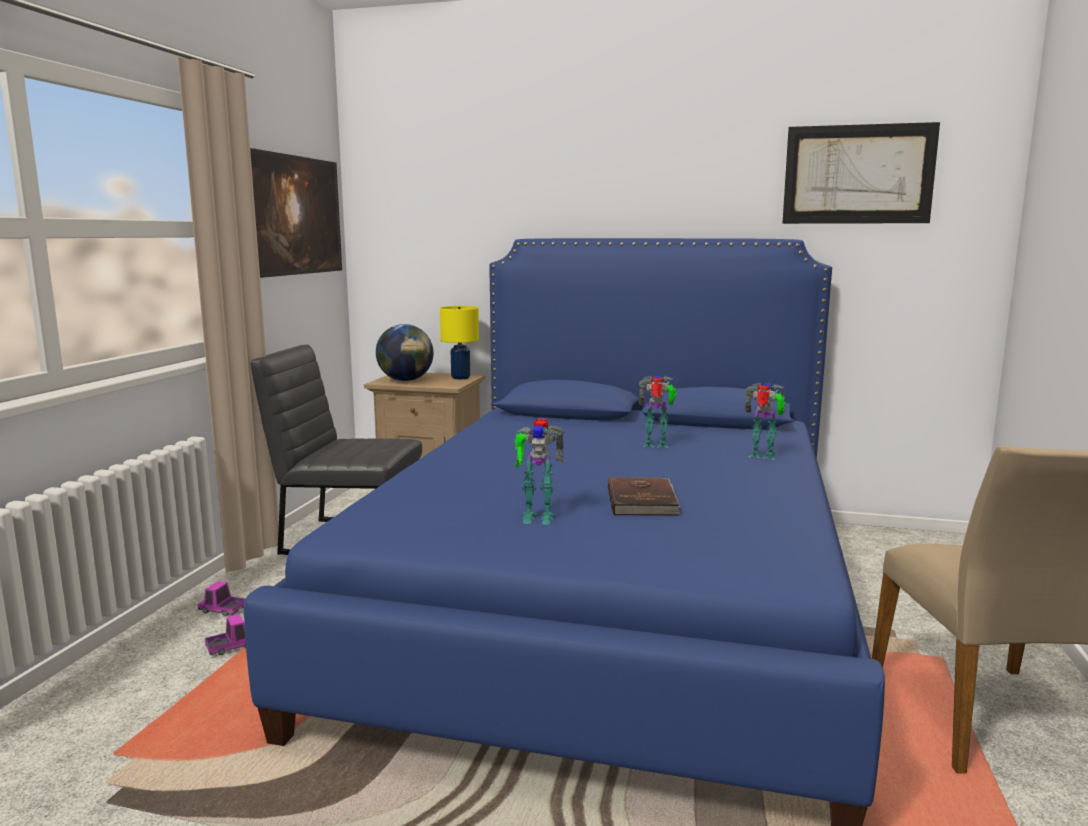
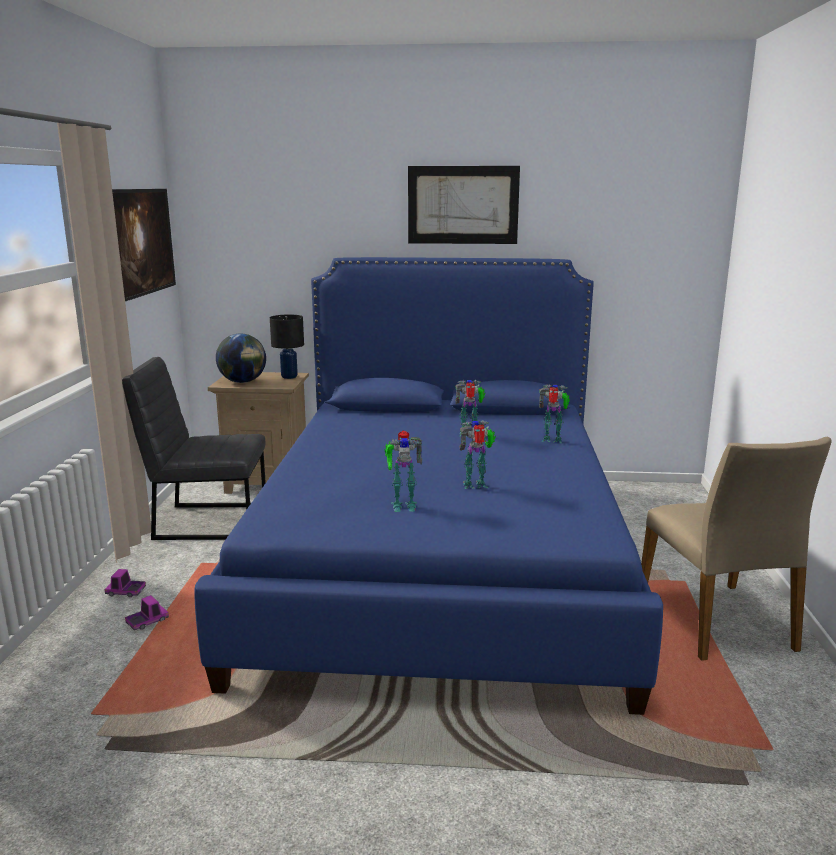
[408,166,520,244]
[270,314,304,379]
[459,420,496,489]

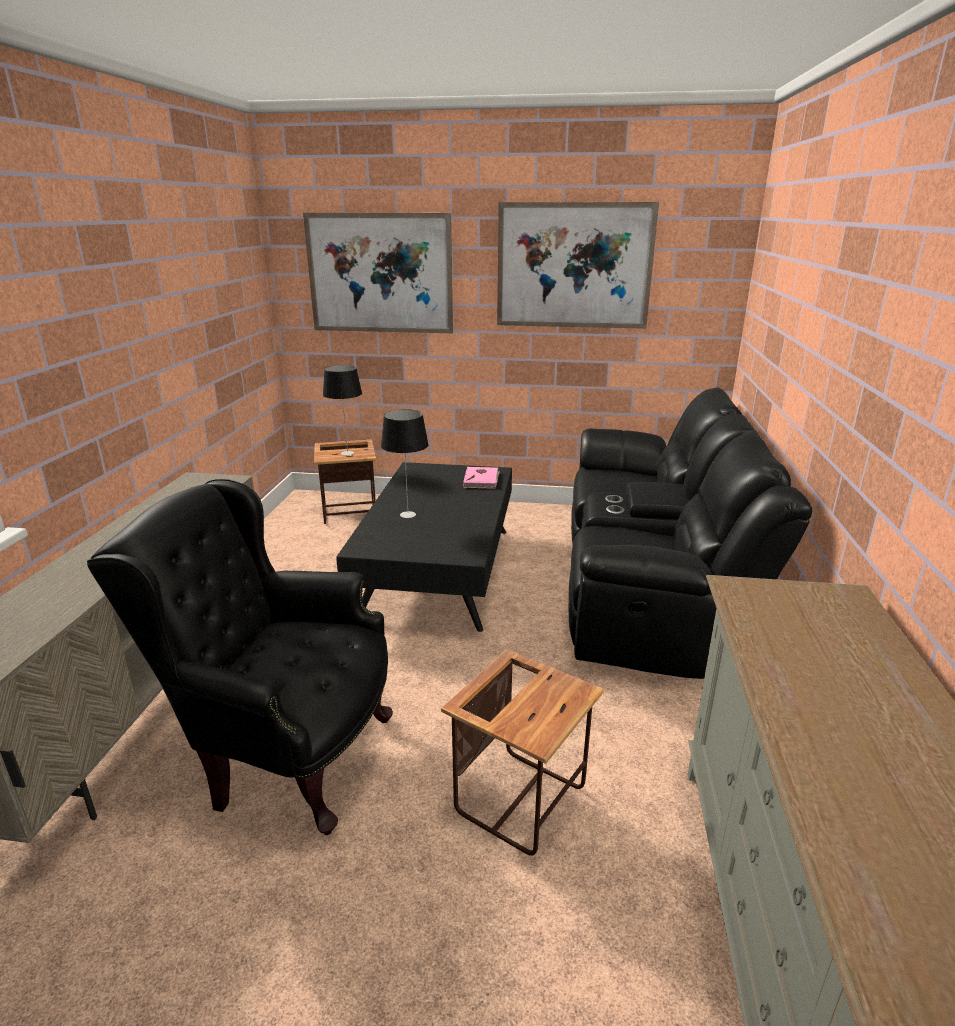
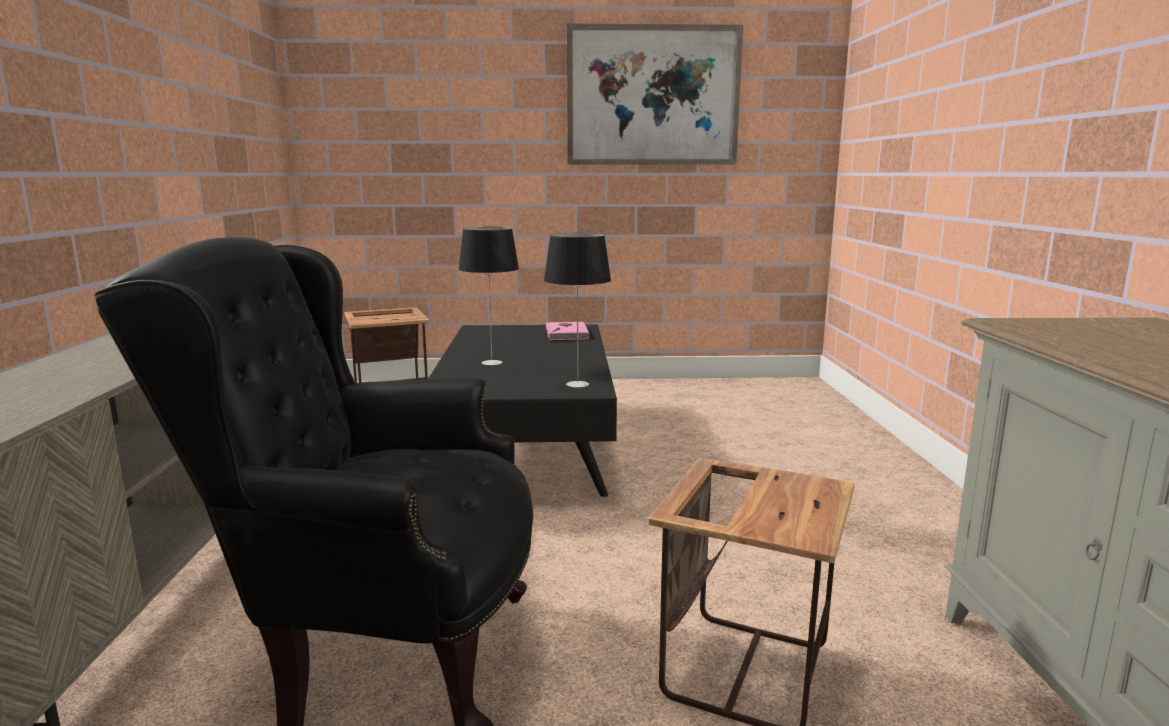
[303,213,453,333] (first image)
[544,233,611,388]
[568,388,812,679] (first image)

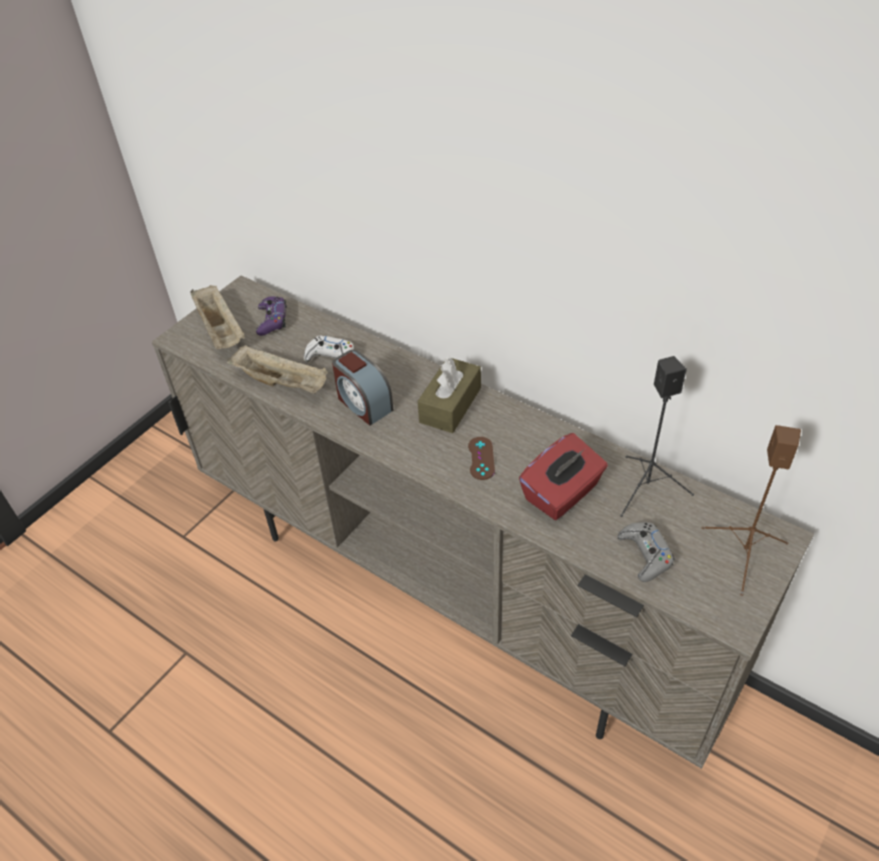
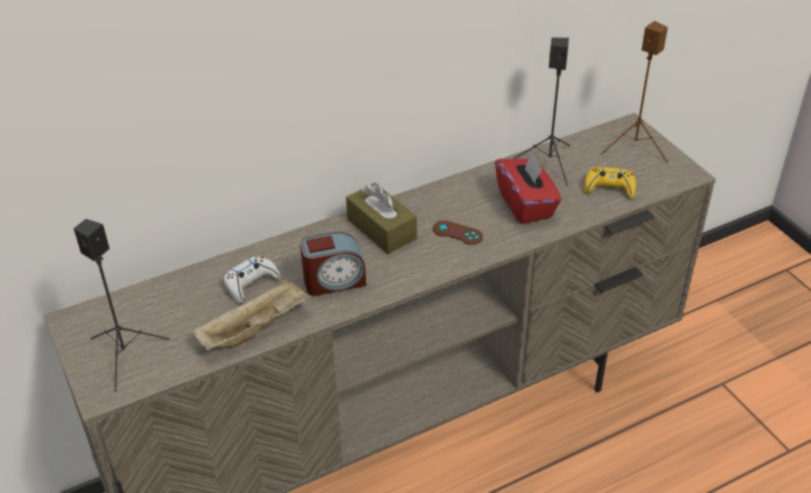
[74,219,170,392]
[256,296,287,336] (first image)
[584,167,636,199]

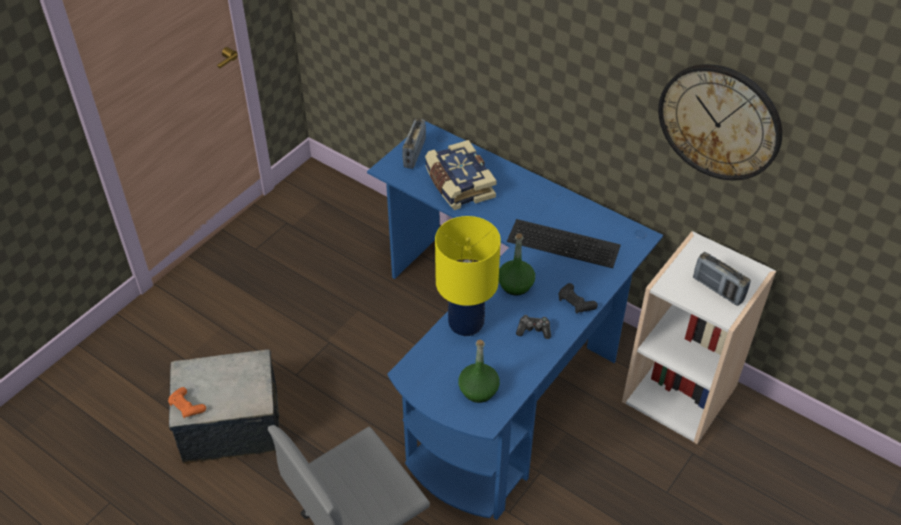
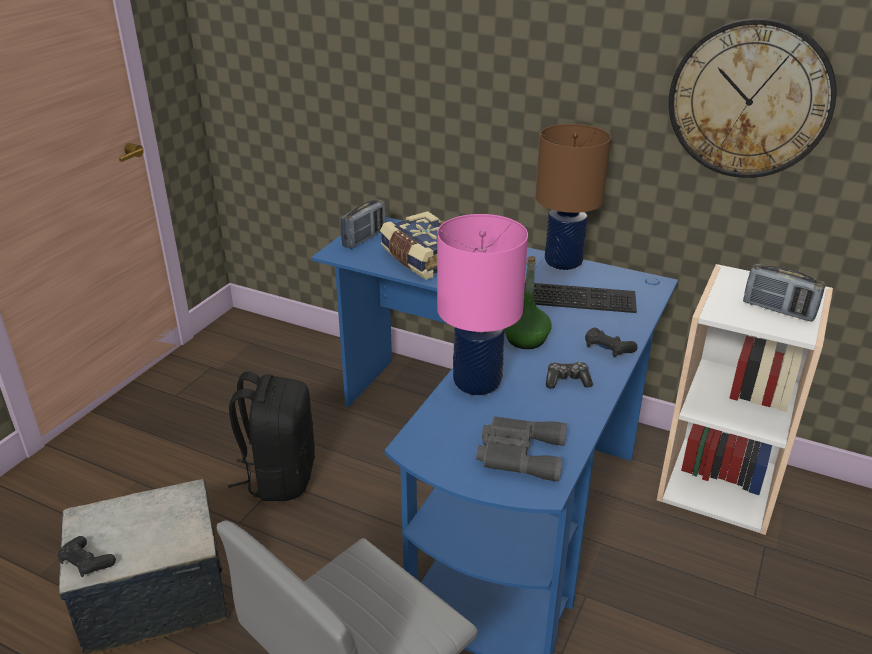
[340,199,386,249]
[437,214,528,395]
[476,416,567,482]
[58,536,116,577]
[536,124,611,270]
[228,371,315,501]

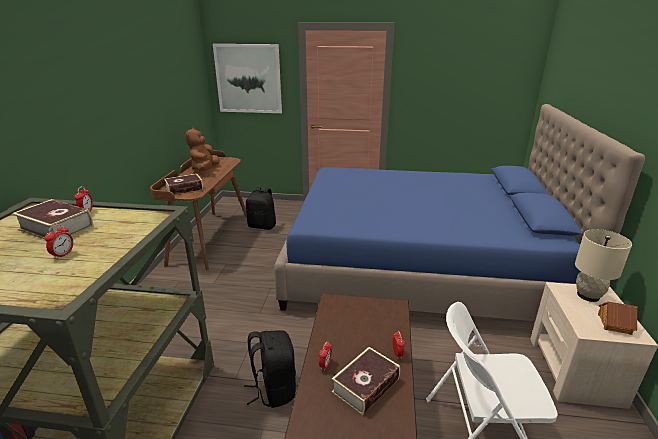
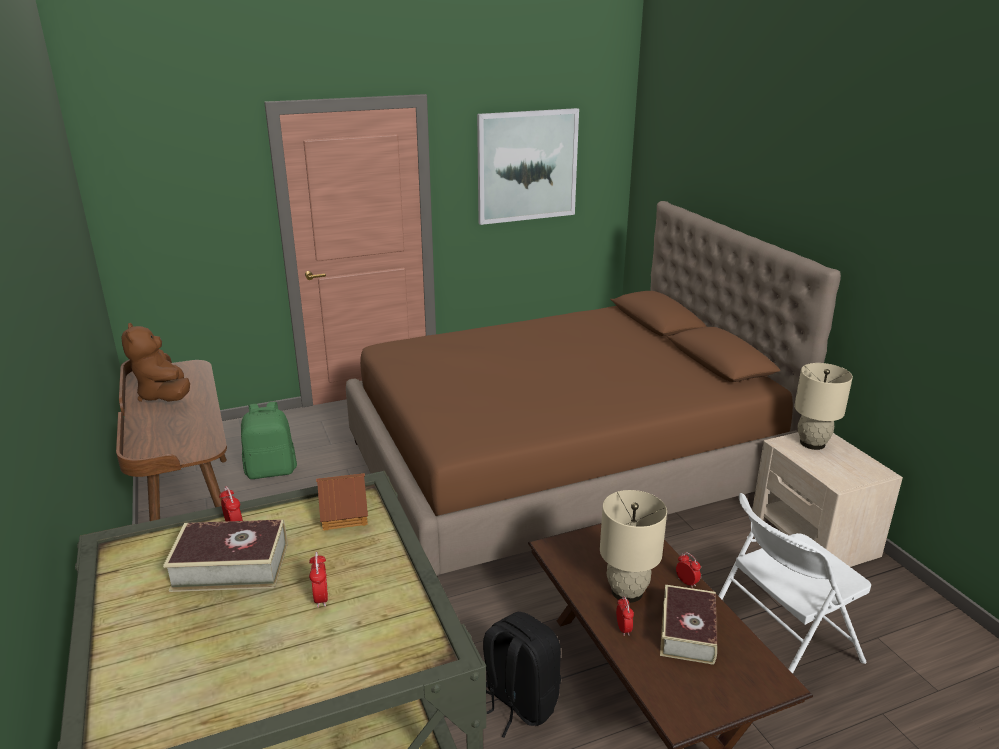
[477,108,579,225]
[346,201,841,577]
[164,174,203,195] (first image)
[241,402,297,479]
[316,473,368,530]
[600,490,667,603]

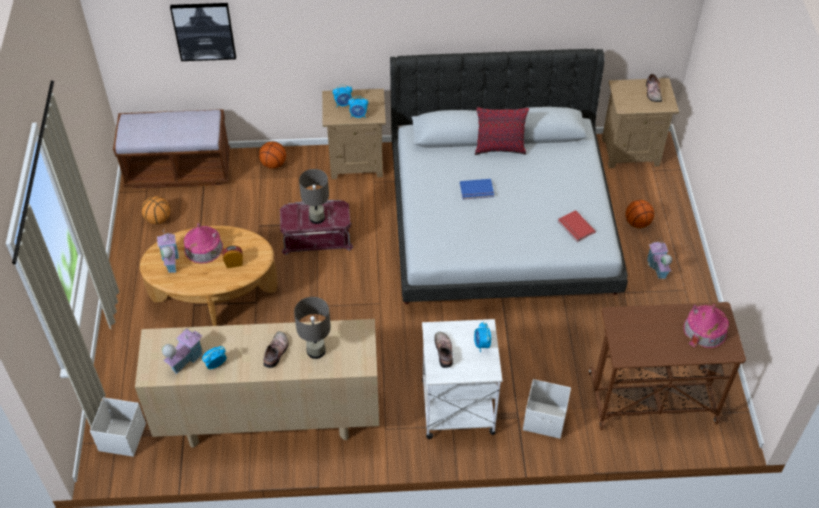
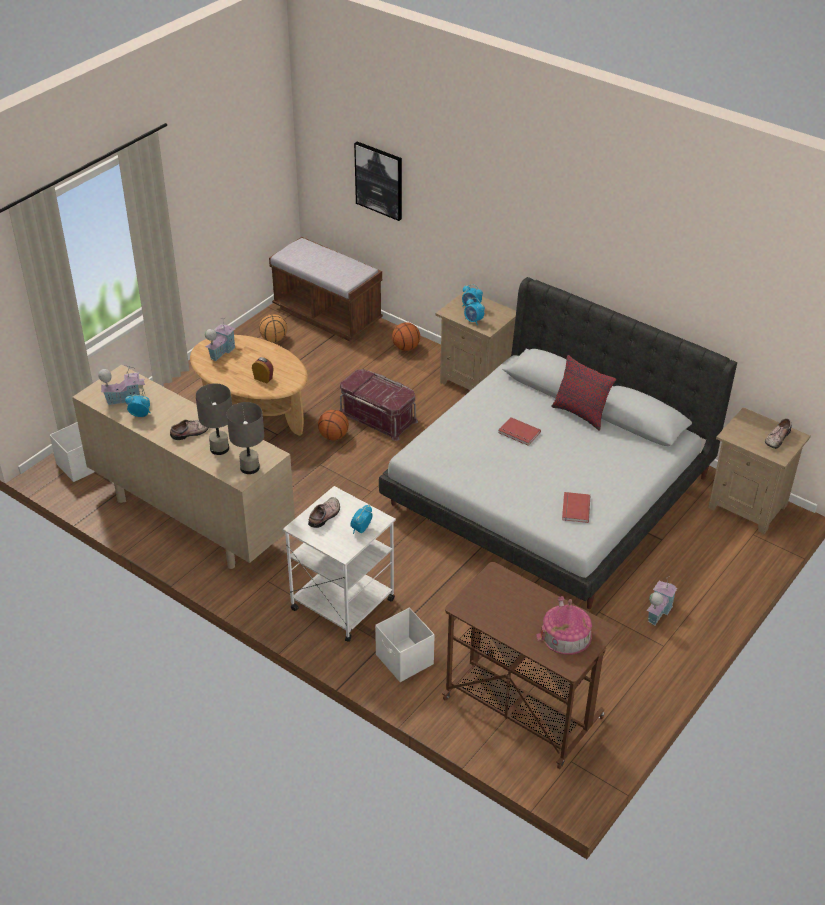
[227,402,264,474]
[498,417,541,446]
[318,410,349,440]
[184,223,223,264] (first image)

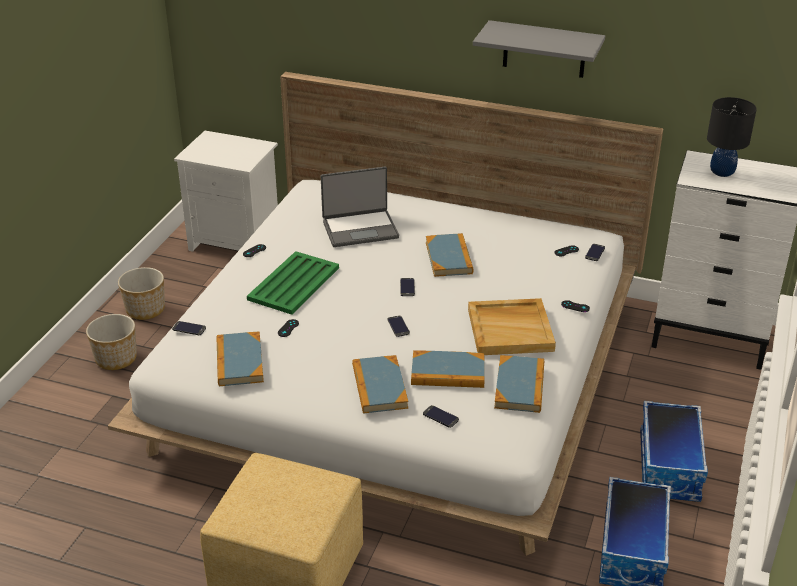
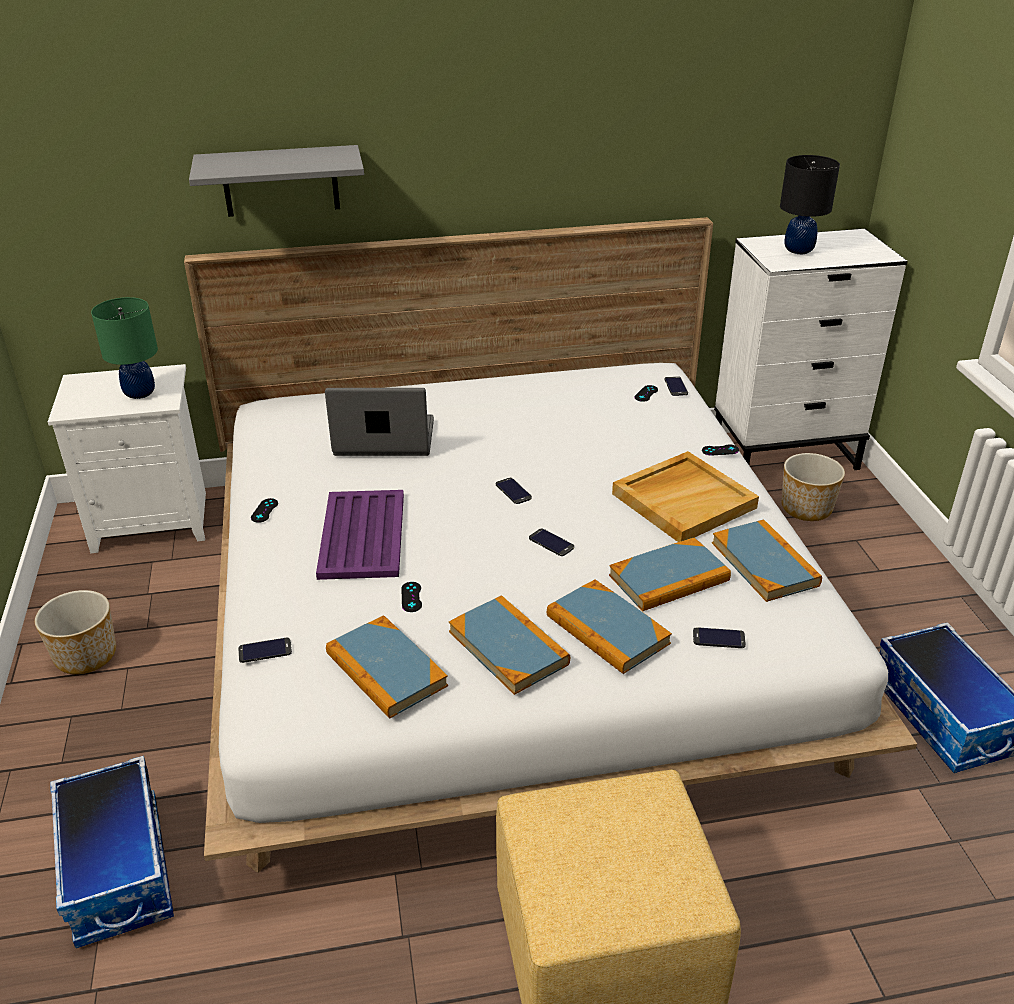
[189,145,364,217]
[325,388,434,456]
[449,595,570,695]
[316,490,404,580]
[782,453,845,521]
[50,756,174,948]
[91,297,158,399]

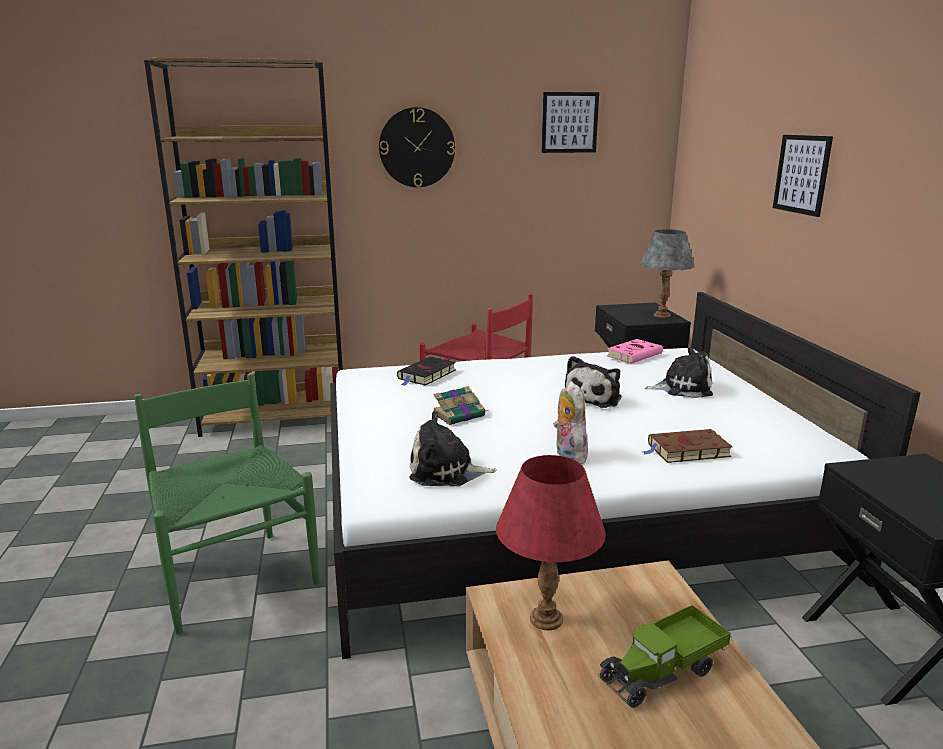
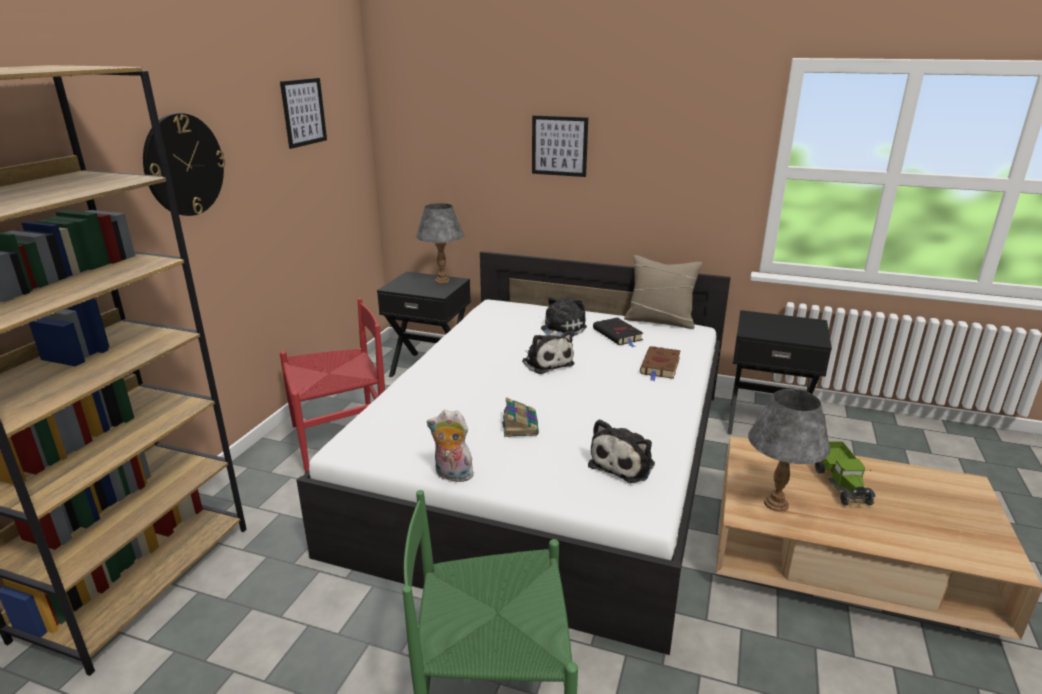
[607,339,663,364] (first image)
[593,317,644,347]
[427,410,478,482]
[748,389,830,512]
[624,255,702,329]

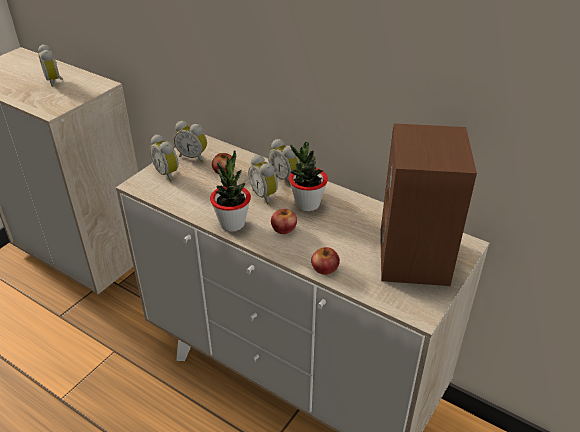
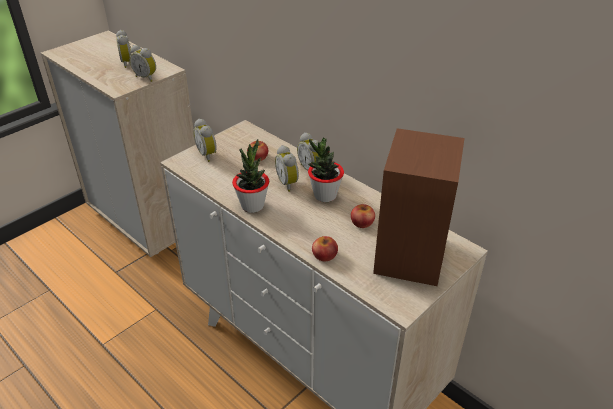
[130,45,156,82]
[351,204,375,228]

